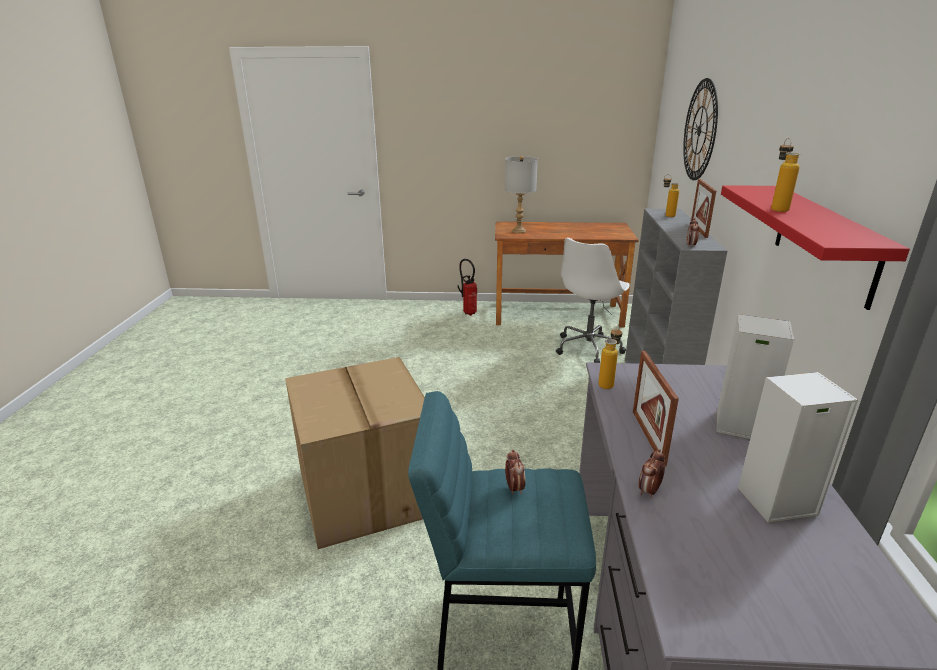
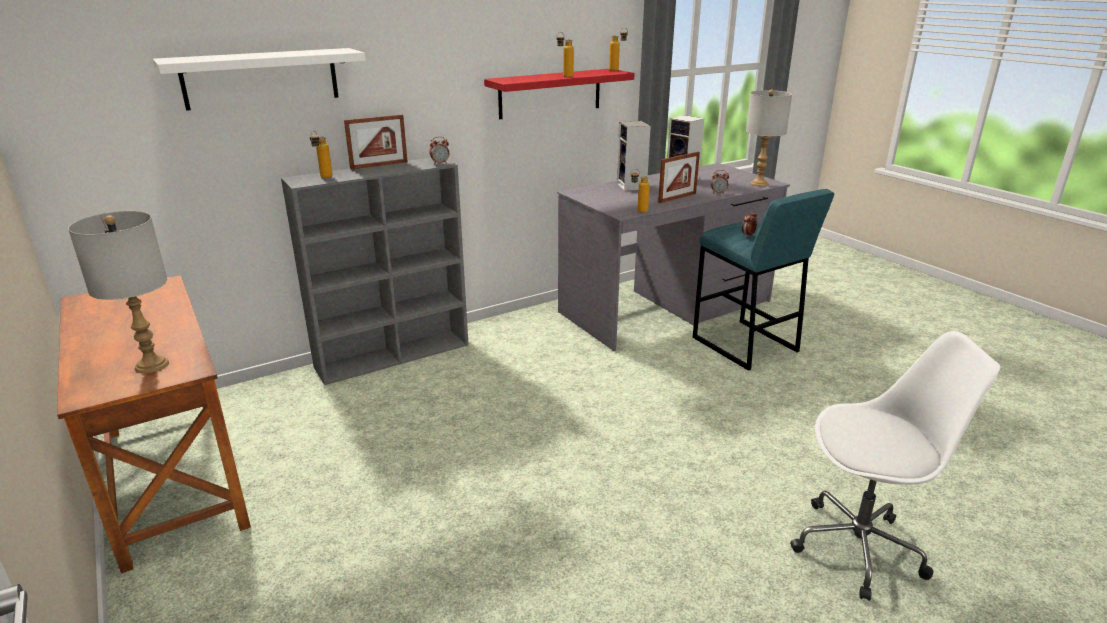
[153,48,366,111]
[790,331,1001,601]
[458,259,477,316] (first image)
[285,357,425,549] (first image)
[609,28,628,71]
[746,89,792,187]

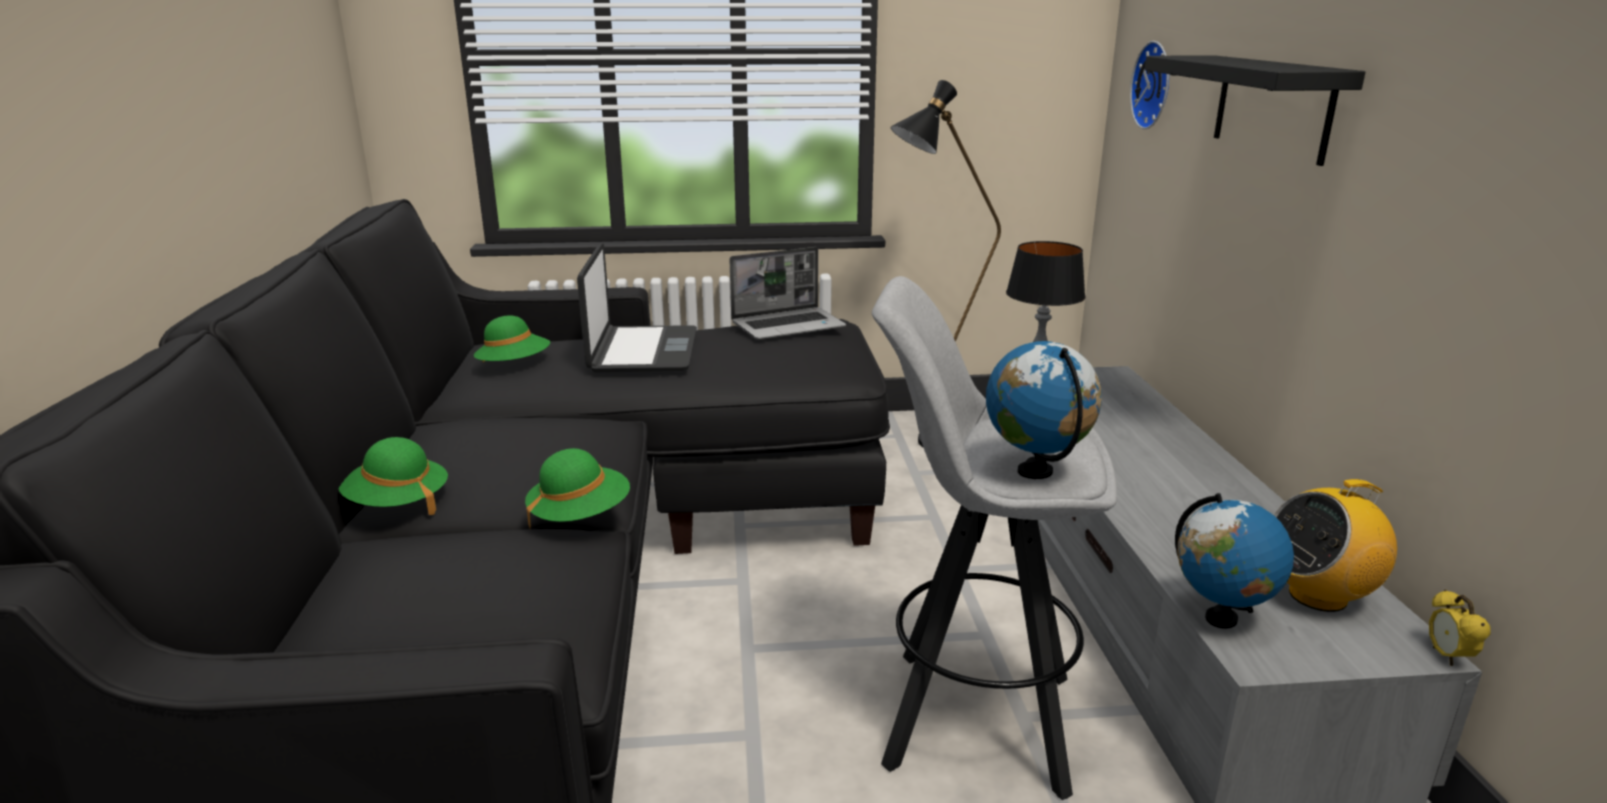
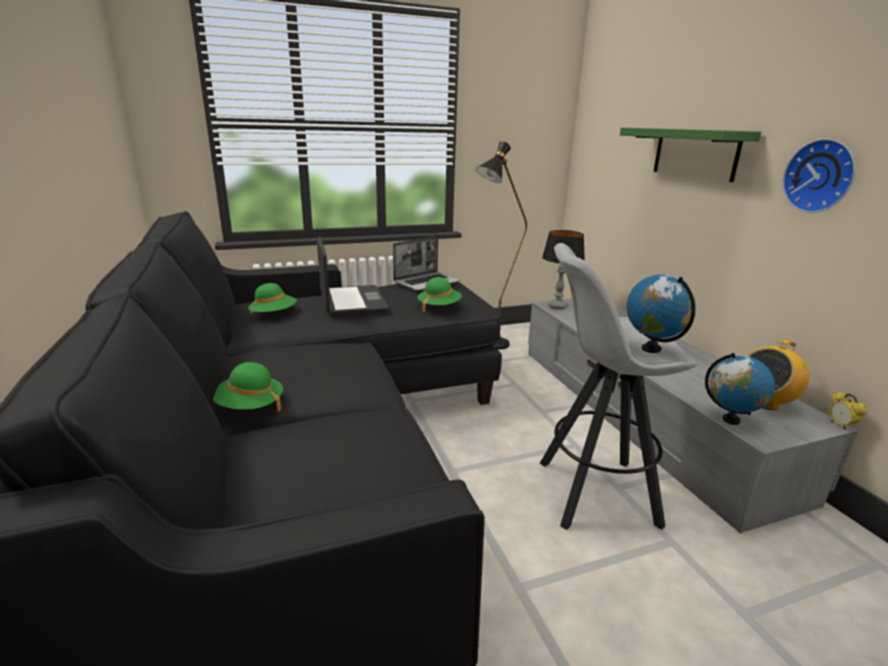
[782,139,855,213]
[620,128,762,182]
[417,277,462,312]

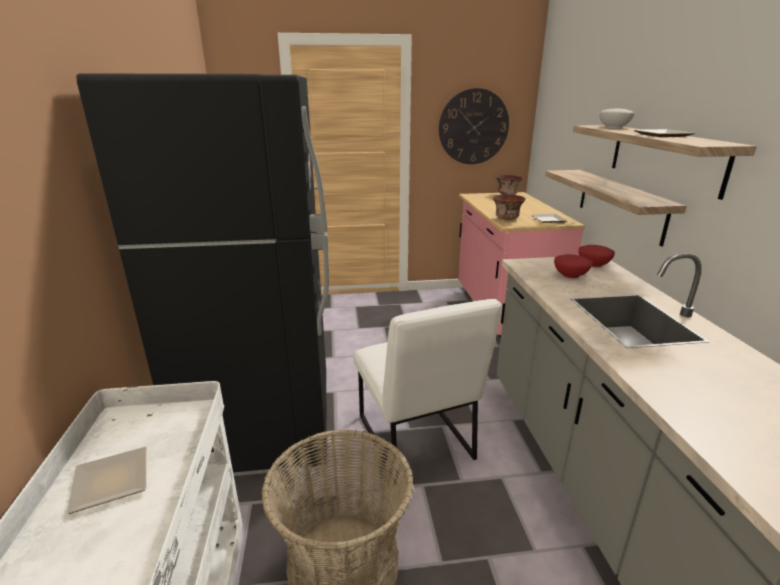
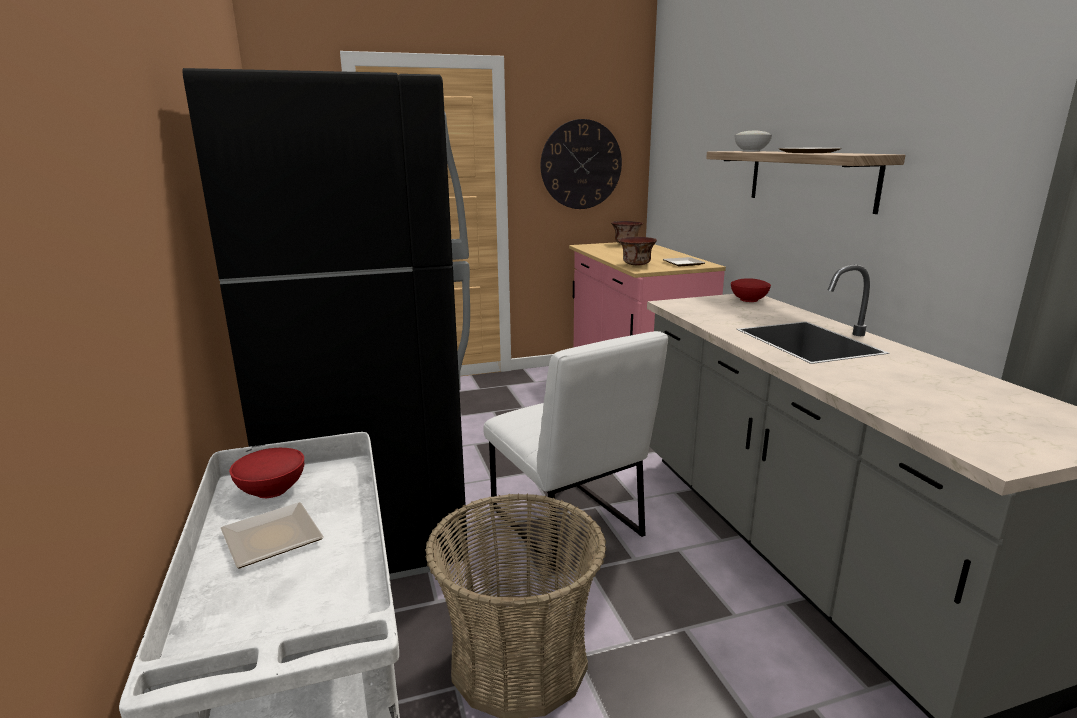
[545,170,686,247] (first image)
[229,448,304,498]

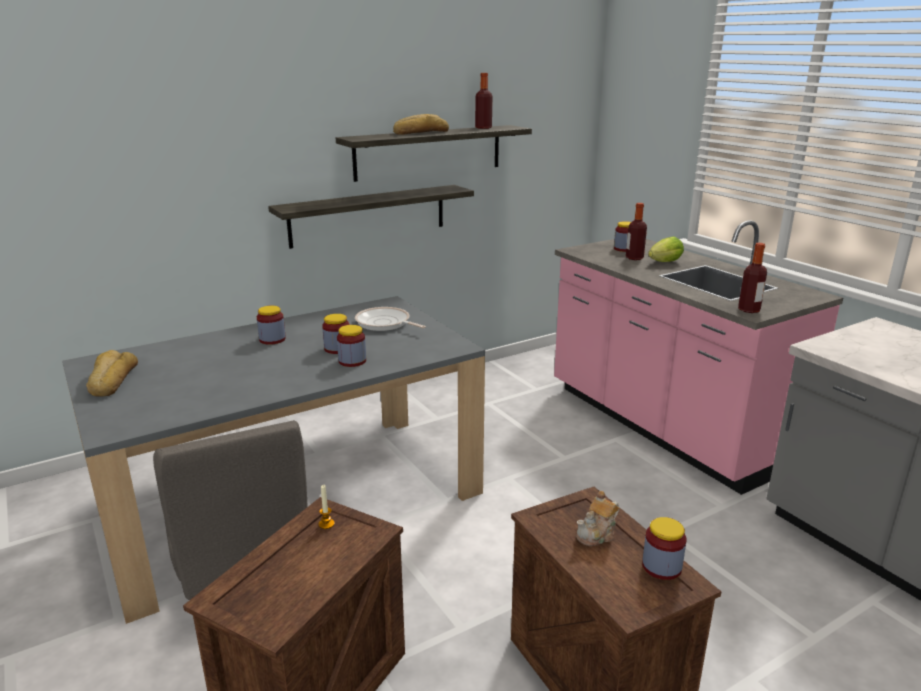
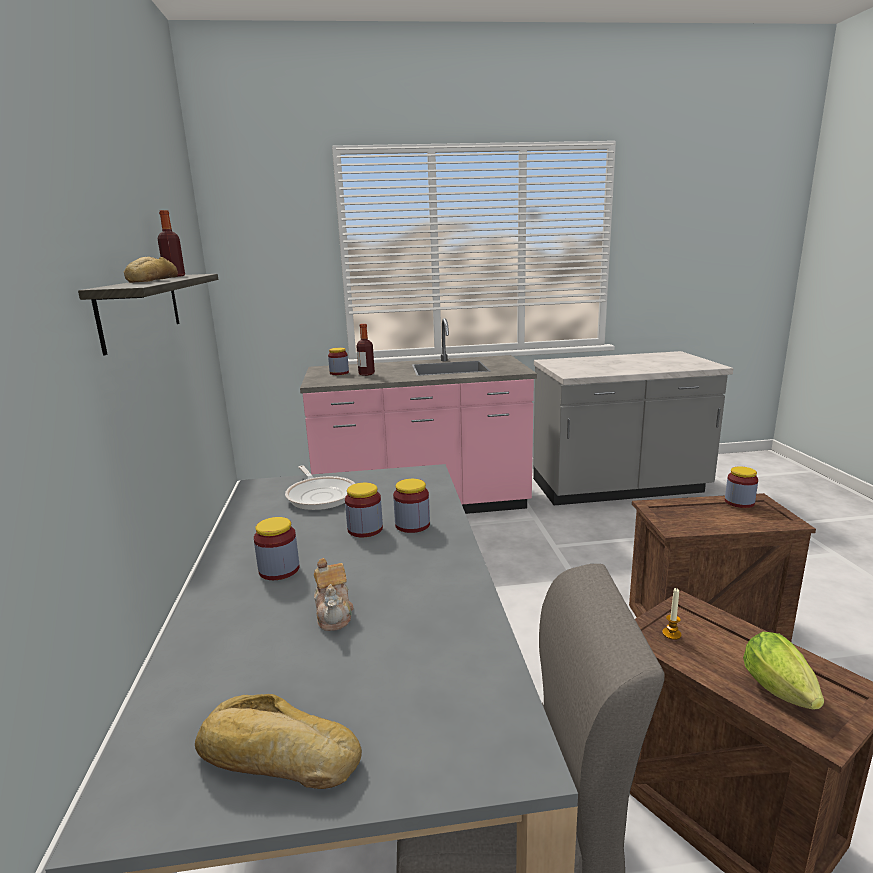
[268,185,474,249] (first image)
[743,632,824,710]
[738,243,767,313] (first image)
[285,465,355,510]
[314,558,354,631]

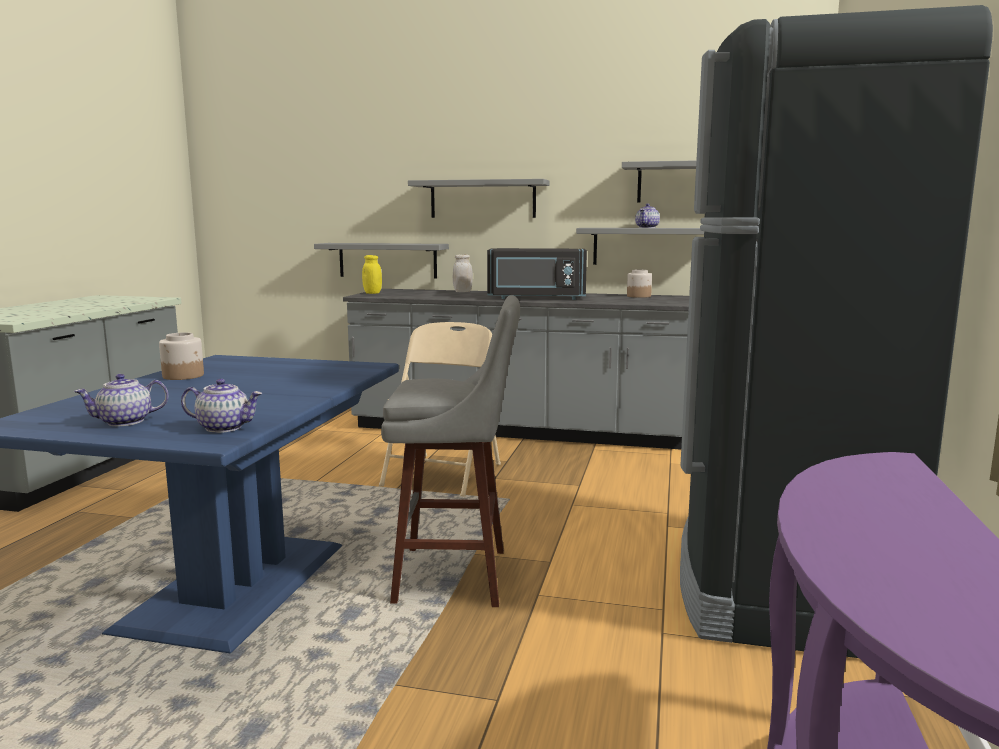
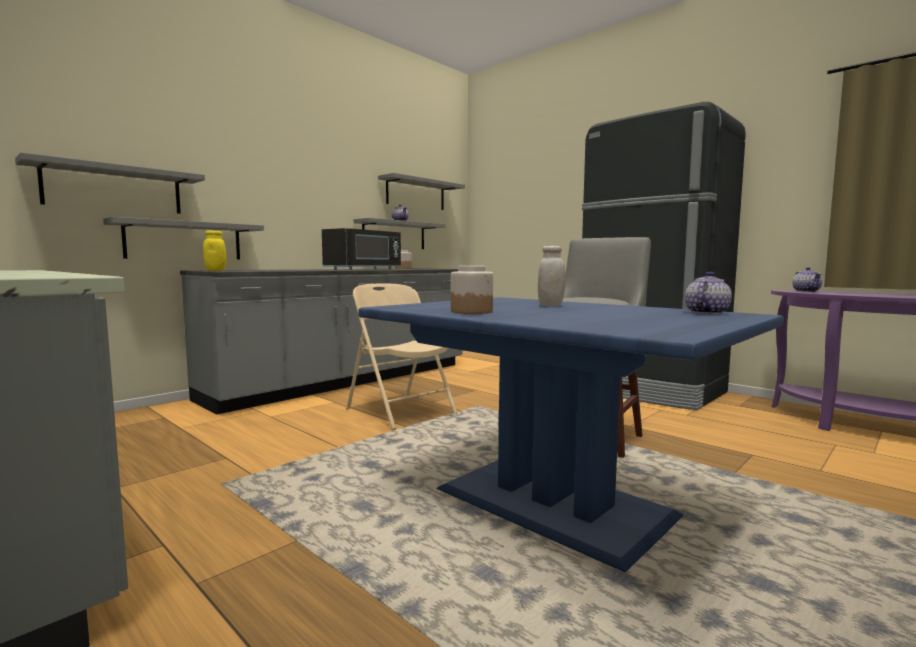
[15,152,205,214]
[538,246,566,306]
[792,267,822,292]

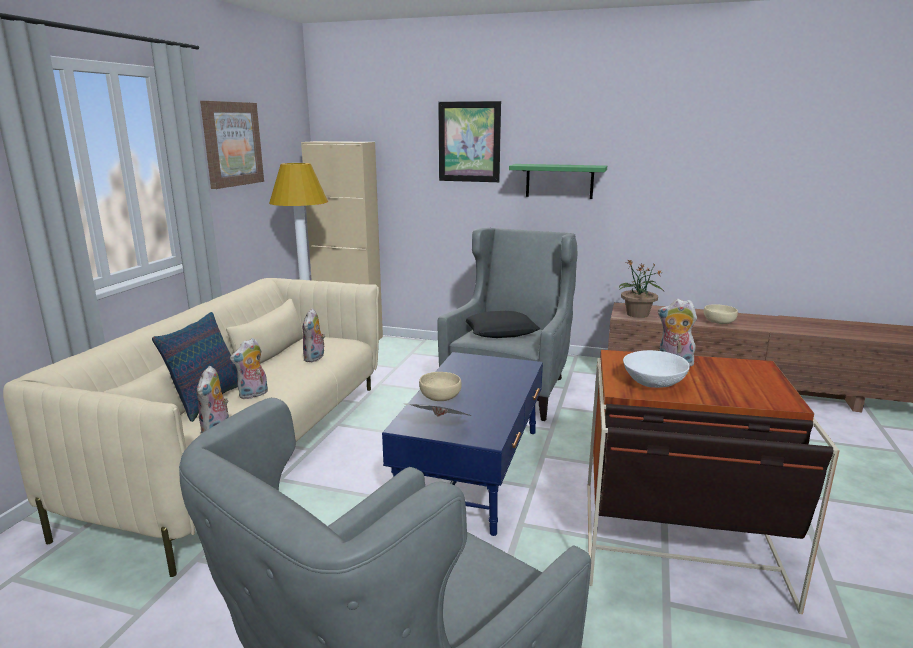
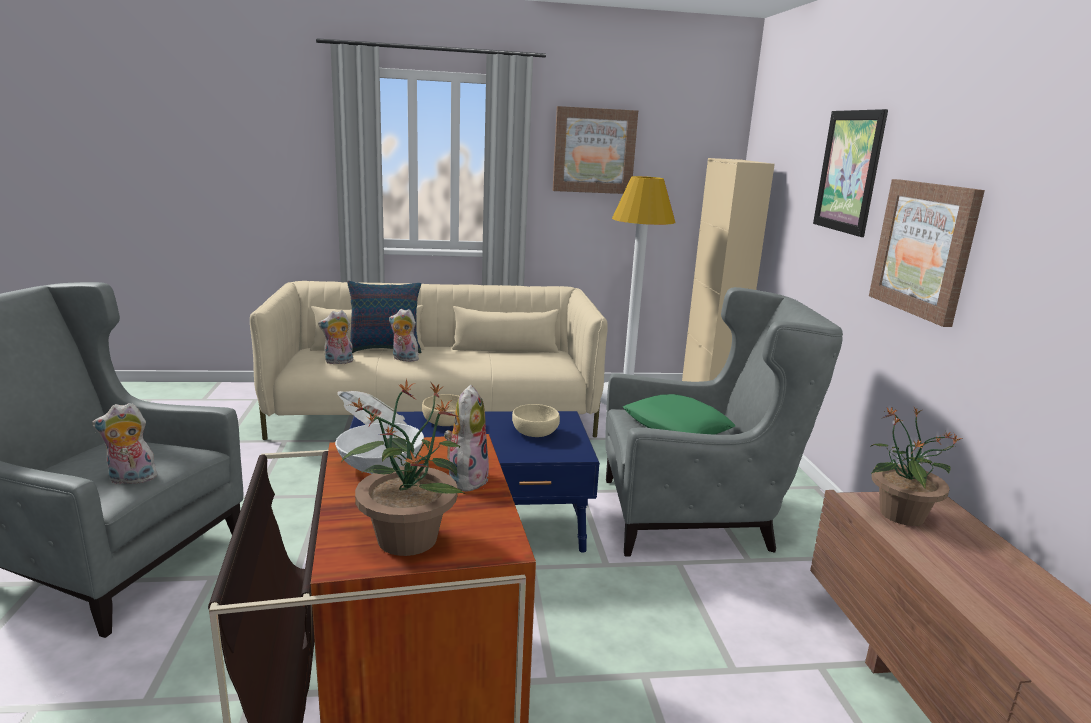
[869,179,985,327]
[512,404,560,437]
[92,403,159,485]
[623,394,736,435]
[341,378,465,556]

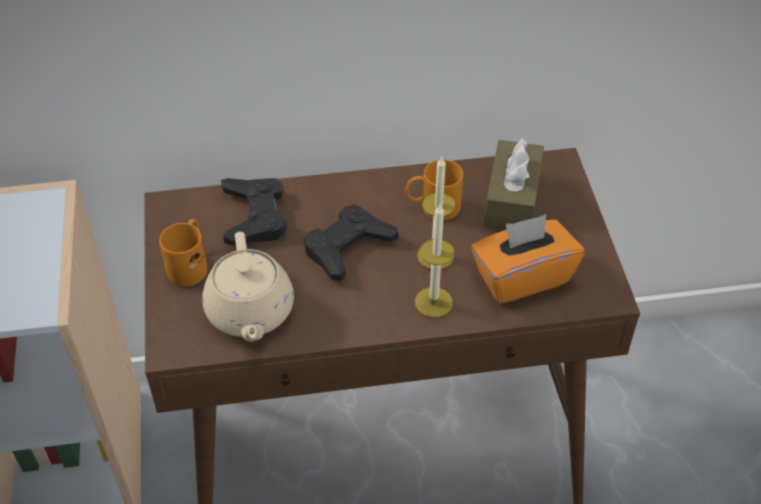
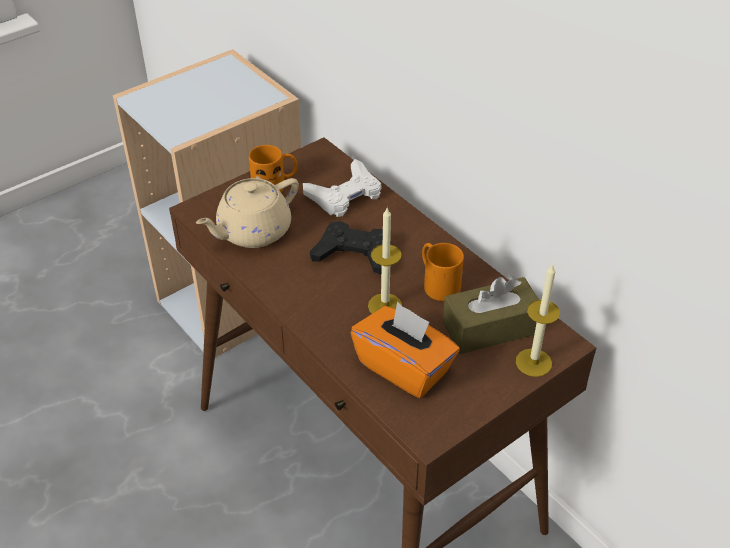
[303,159,382,217]
[516,263,560,377]

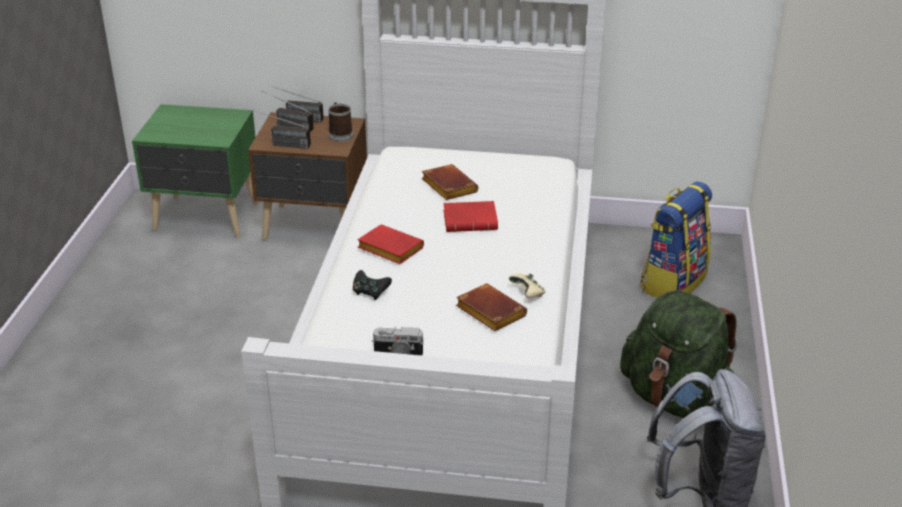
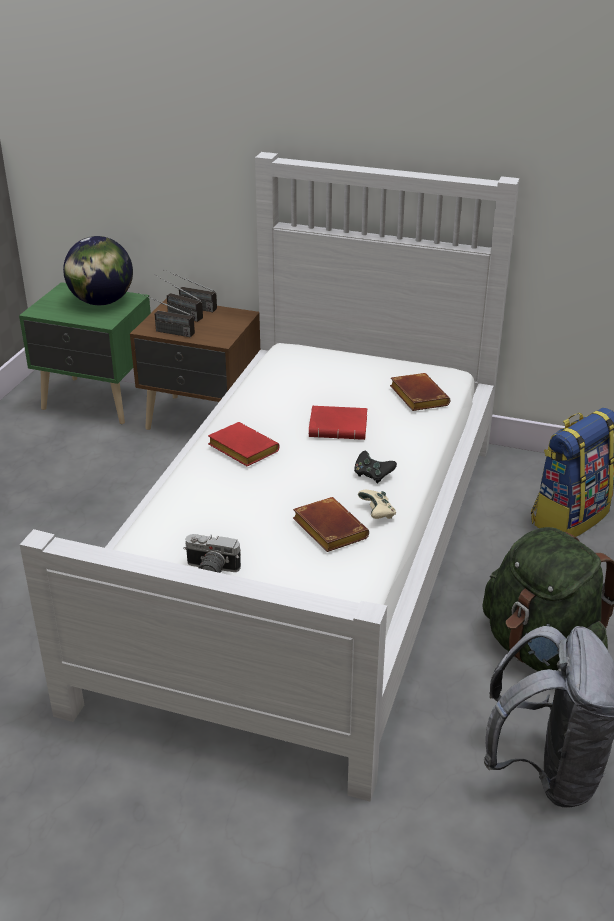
[328,102,353,142] (first image)
[390,373,450,411]
[354,451,397,484]
[63,236,133,305]

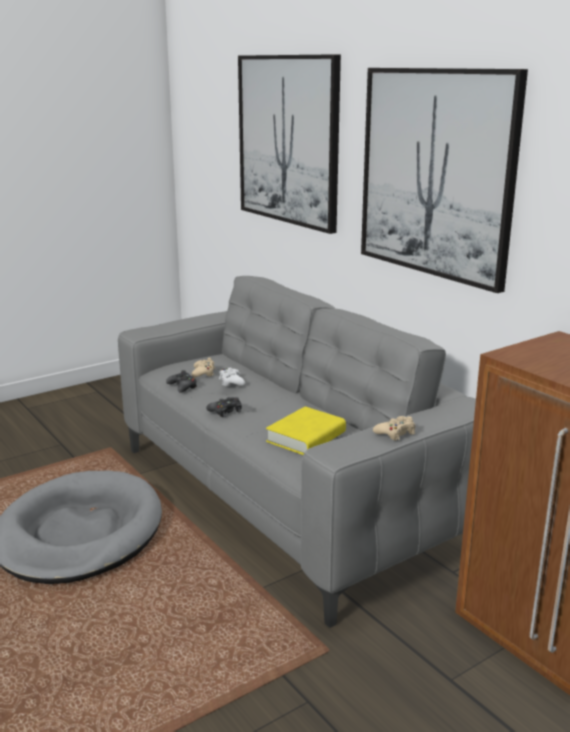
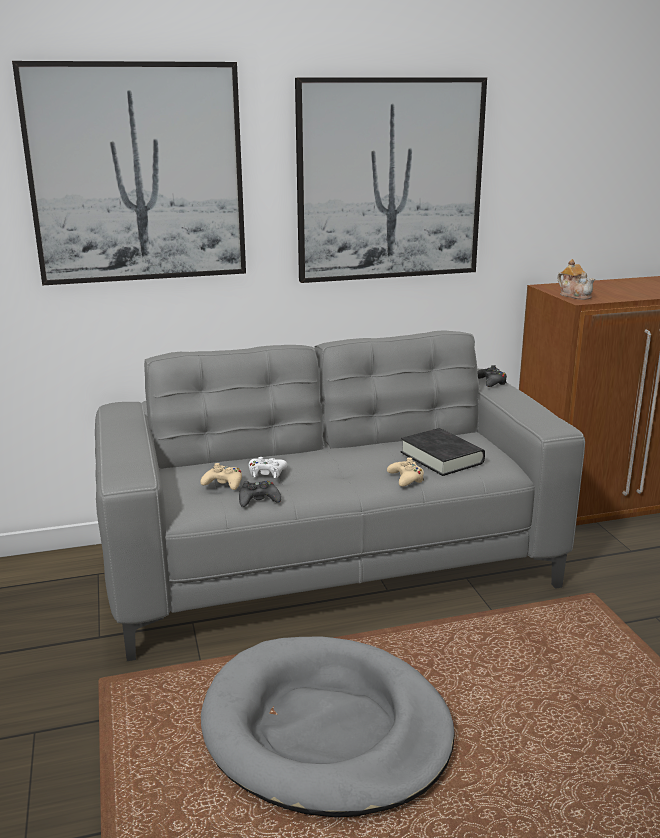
[477,365,507,387]
[401,428,485,476]
[387,458,424,487]
[557,259,595,300]

